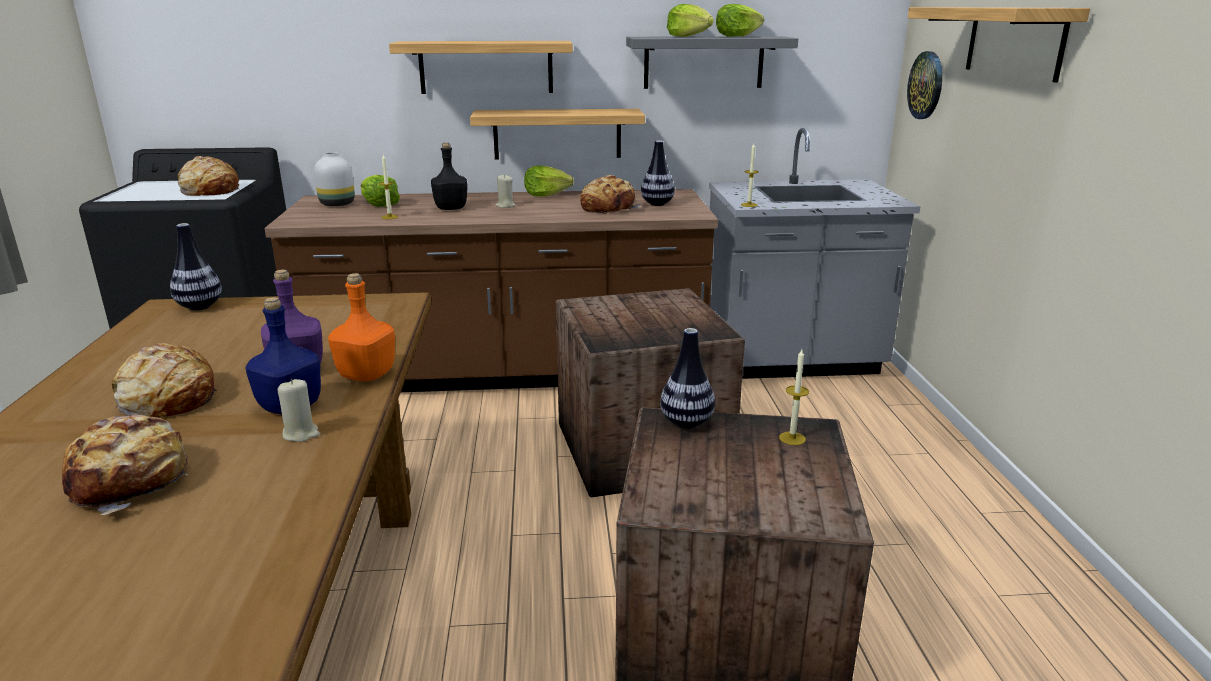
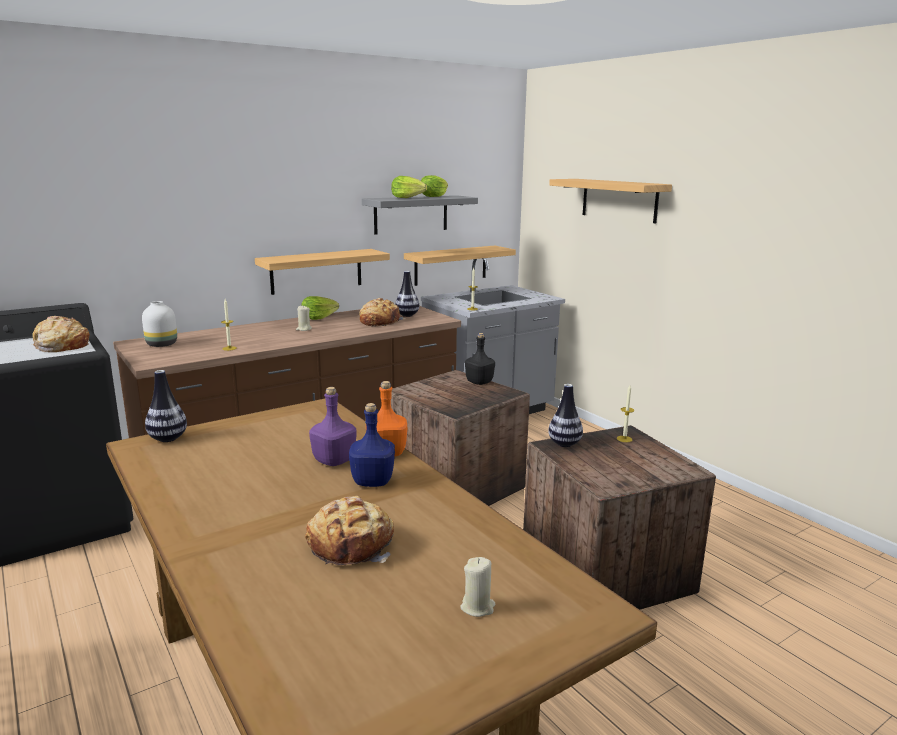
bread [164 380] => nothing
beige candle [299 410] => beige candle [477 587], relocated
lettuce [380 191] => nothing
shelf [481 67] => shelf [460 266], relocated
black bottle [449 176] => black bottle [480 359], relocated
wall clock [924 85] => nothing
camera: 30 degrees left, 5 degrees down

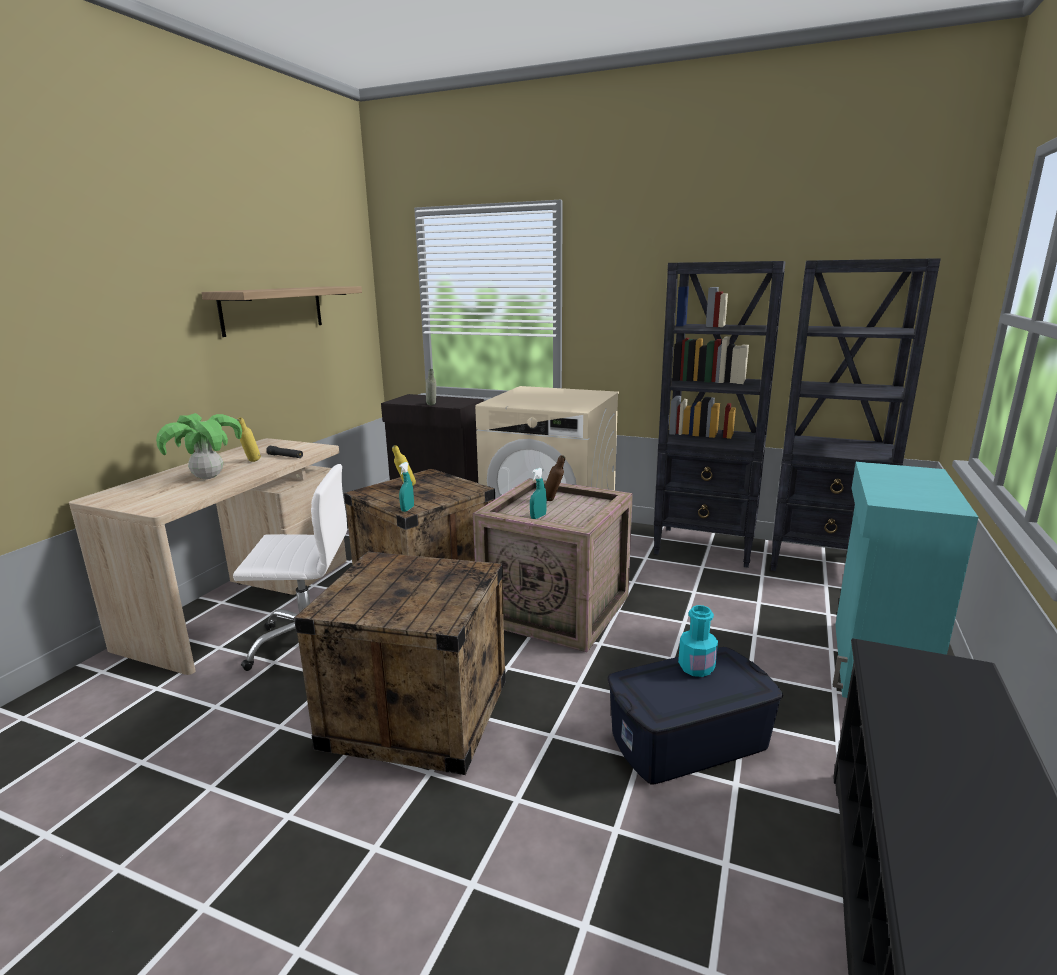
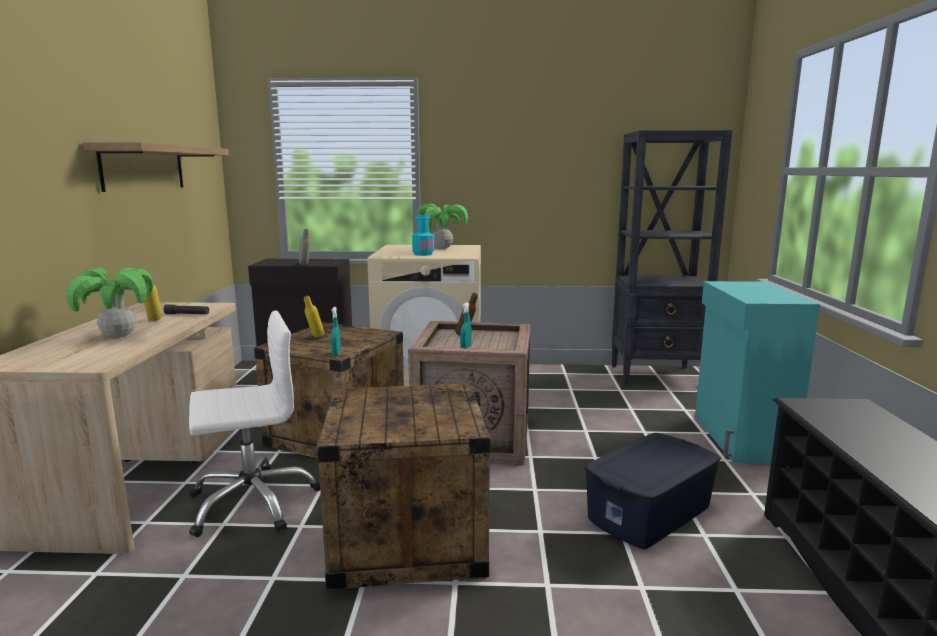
black bookcase [719 414] => nothing
turquoise bottle [698 641] => turquoise bottle [423 235], relocated
nothing => potted plant [442 226]
camera: 20 degrees left, 5 degrees down

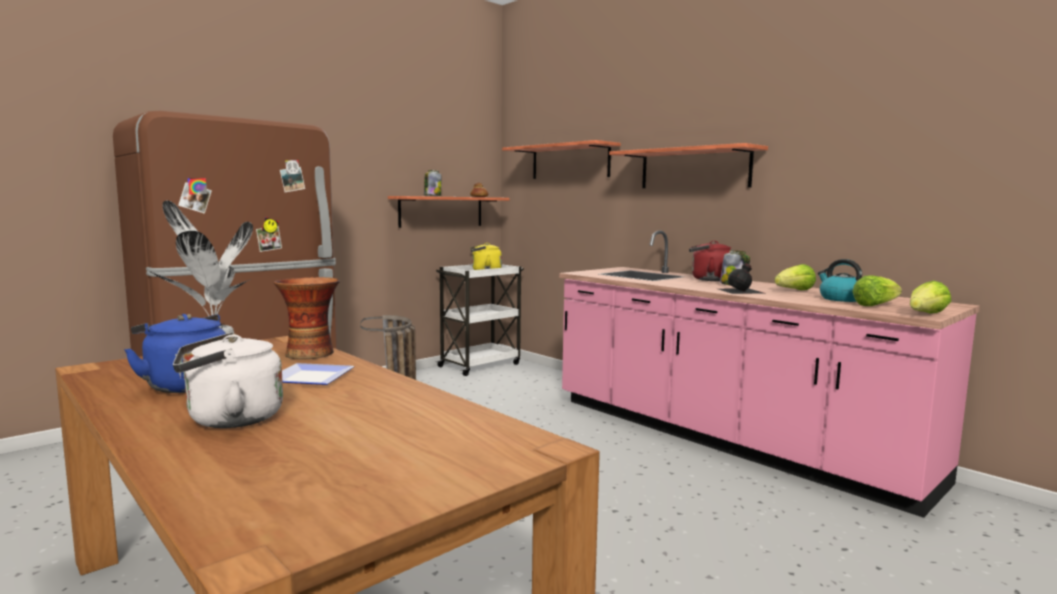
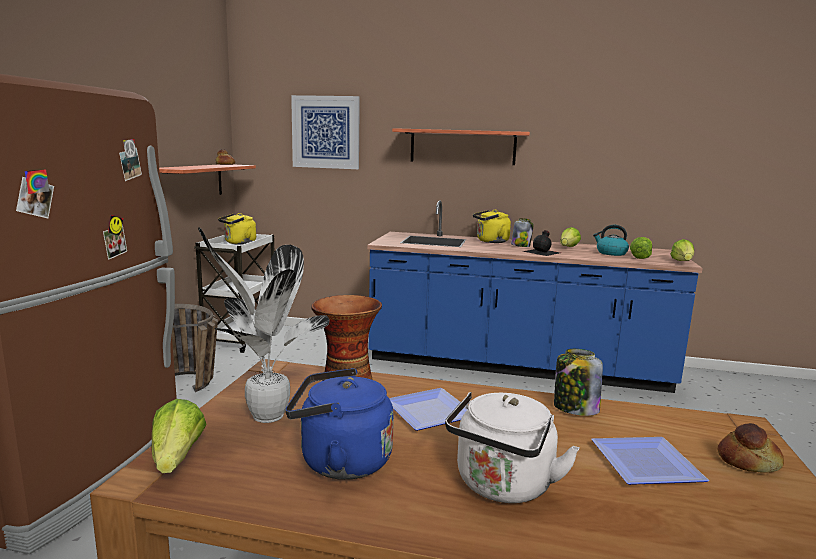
jar [433 183] => jar [578 382], relocated
shelf [561 159] => picture [325 132]
pink counter [769 374] => blue counter [535 296]
red kettle [710 261] => yellow kettle [492 226]
nothing => lettuce [179 436]
nothing => plate [650 461]
nothing => bread [750 448]
camera: 35 degrees left, 5 degrees up

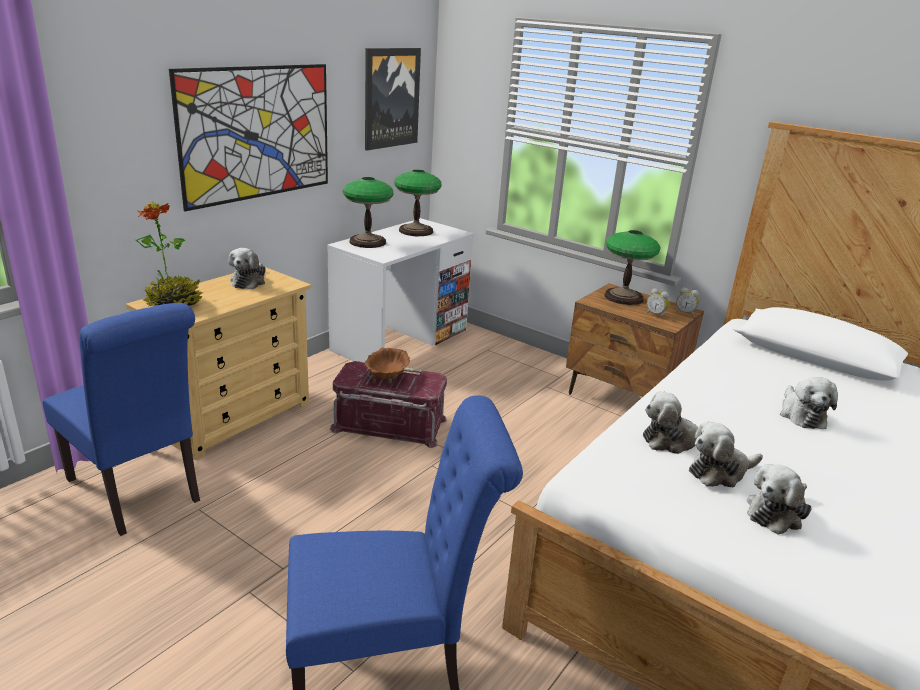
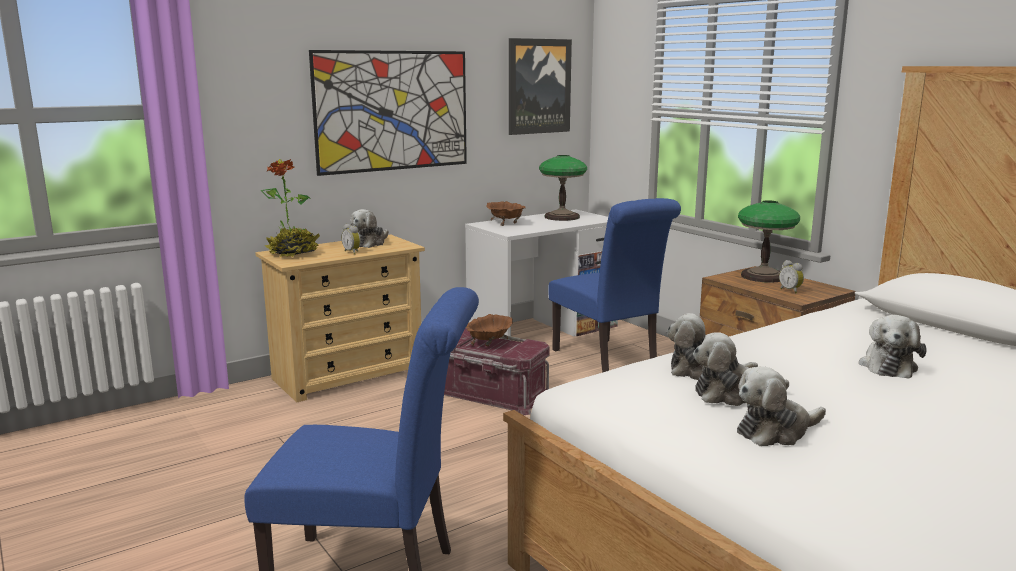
blue chair [121 419] => blue chair [614 285], relocated
table lamp [368 212] => brown bowl [506 213]
alarm clock [687 302] => alarm clock [351 239], relocated
camera: 20 degrees right, 10 degrees down

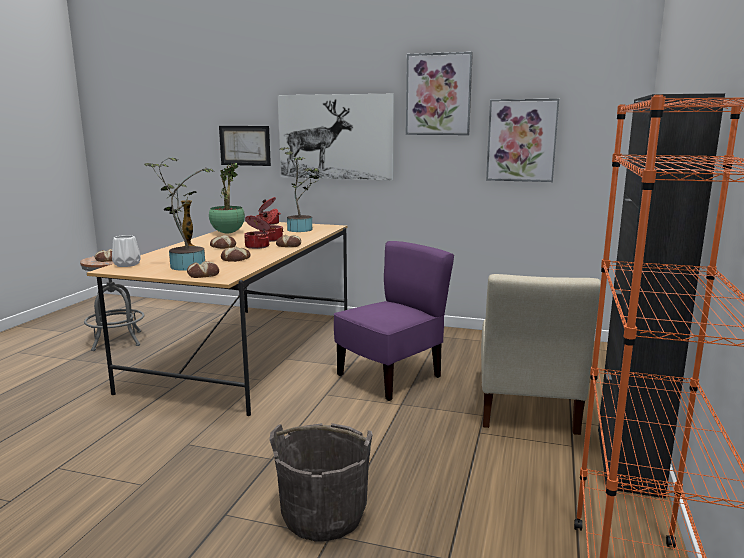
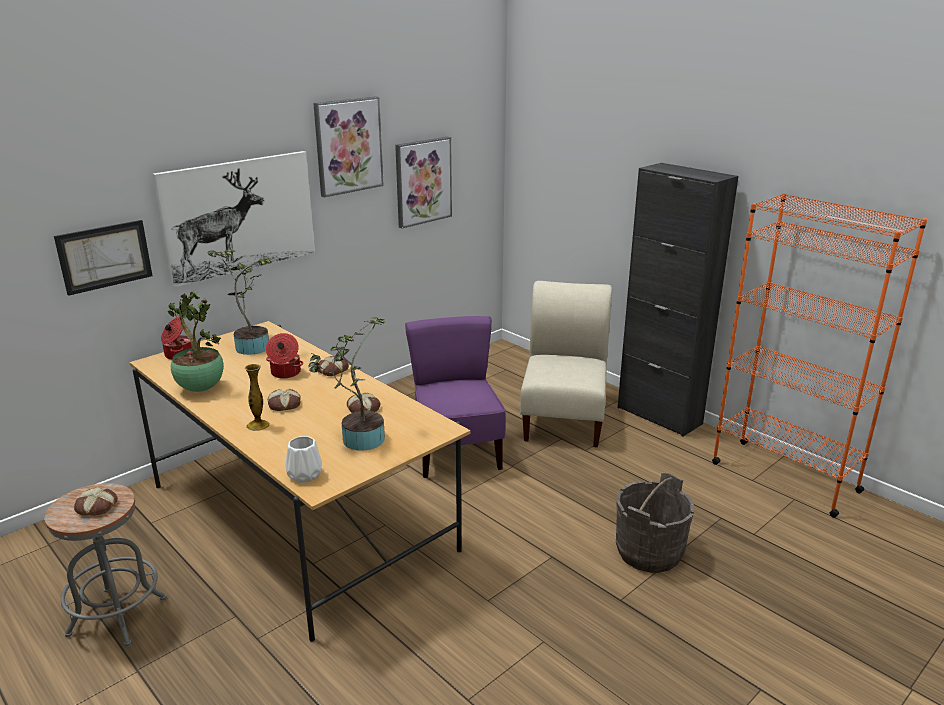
bread [203 269] => nothing
cooking pot [257 232] => nothing
beige chair [541 354] => beige chair [566 364], 120 degrees counterclockwise
camera: 60 degrees left, 10 degrees up

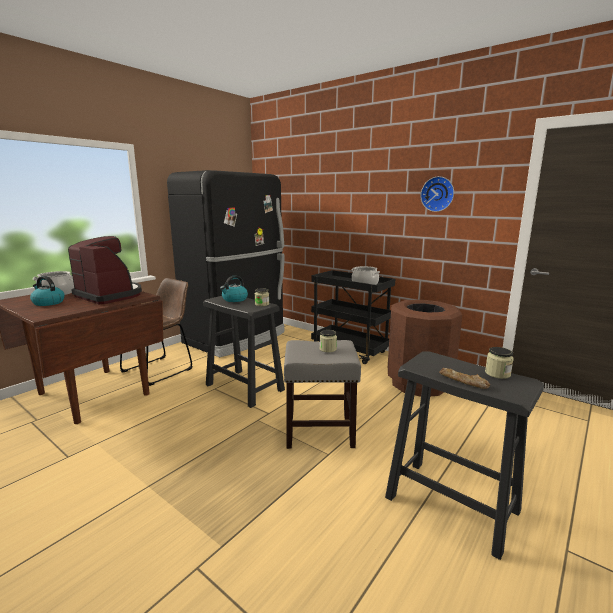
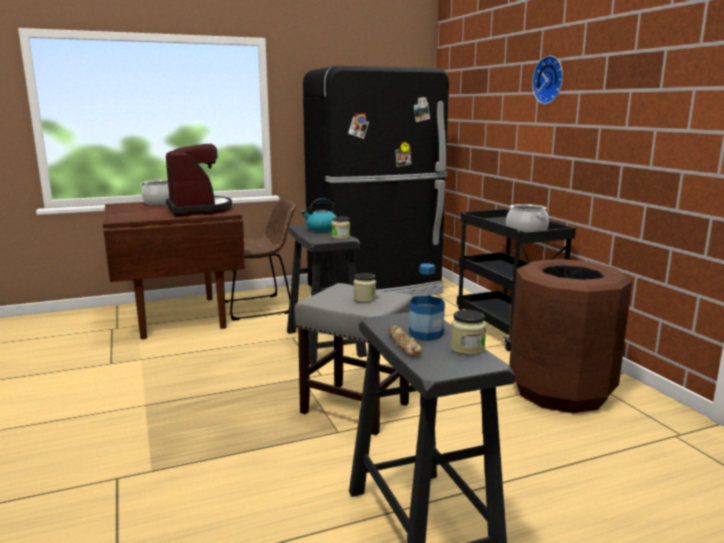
kettle [47 291] => nothing
wall clock [437 194] => wall clock [547 80], relocated
nothing => bottle [427 302]
camera: 30 degrees right, 0 degrees up

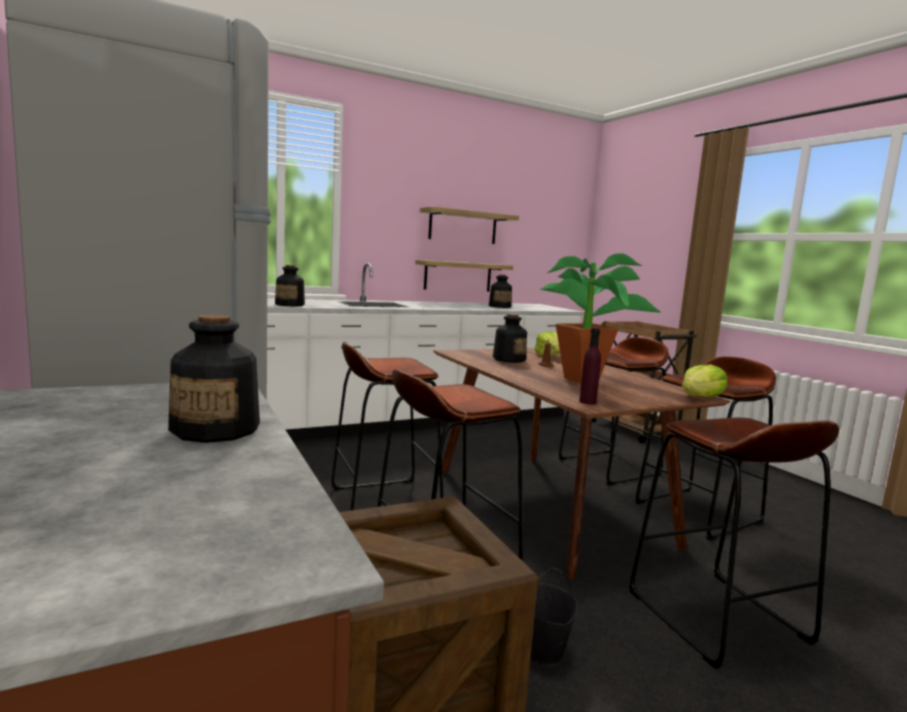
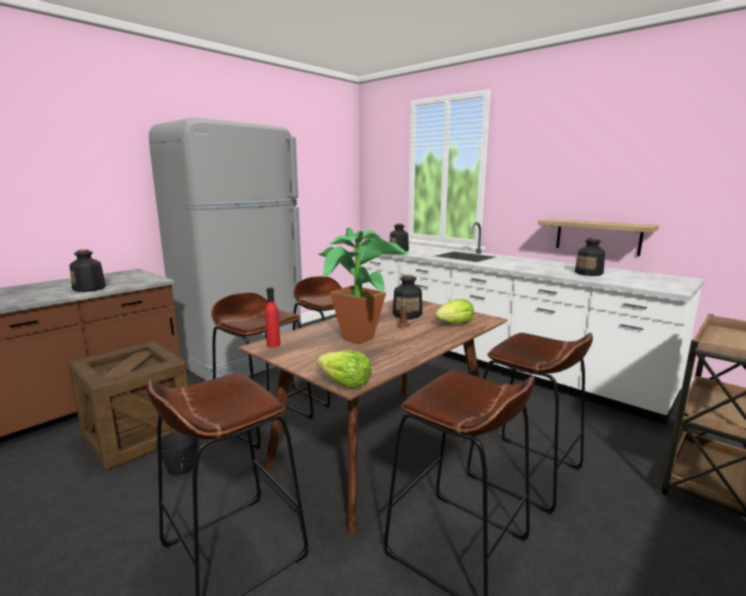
shelf [469 225] => nothing
purple bottle [590 366] => red bottle [272 317]
camera: 70 degrees right, 5 degrees up

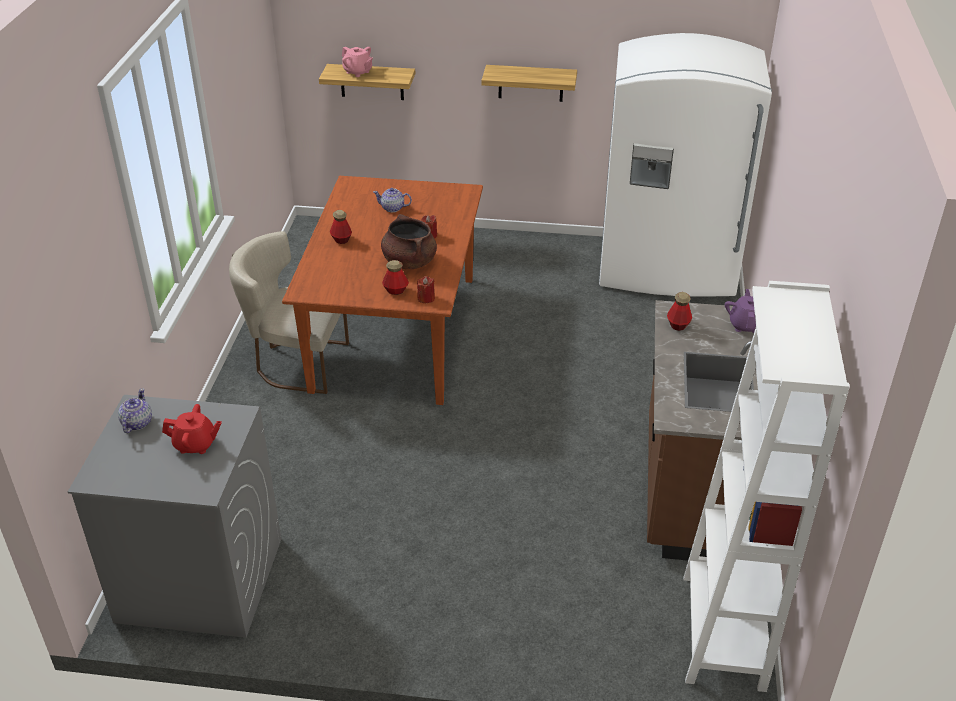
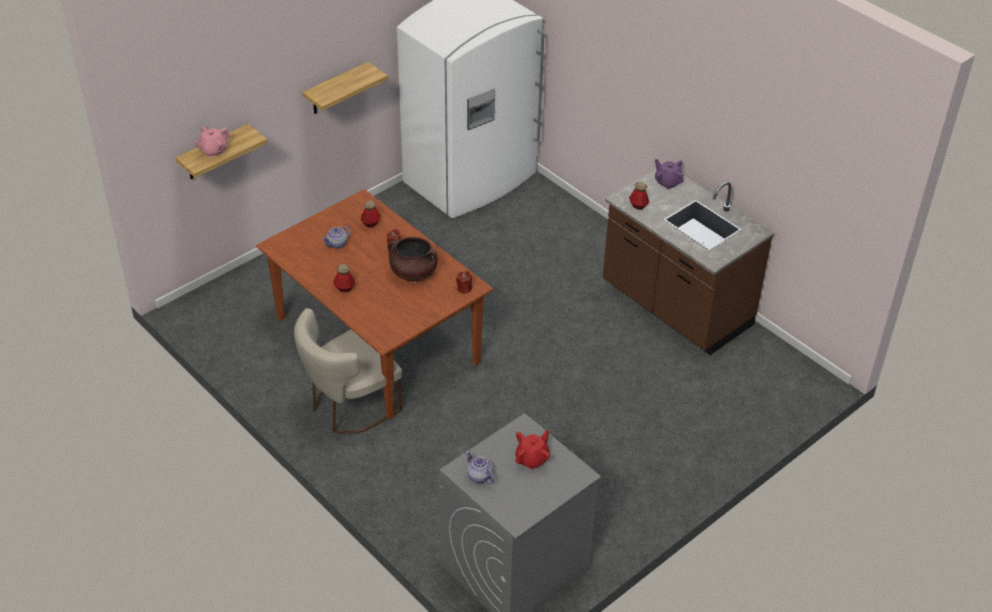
pink teapot [357 62] => pink teapot [211 142], 150 degrees clockwise
bottle [395 277] => bottle [370 214], relocated
white bookcase [766 486] => nothing
camera: 50 degrees left, 5 degrees up

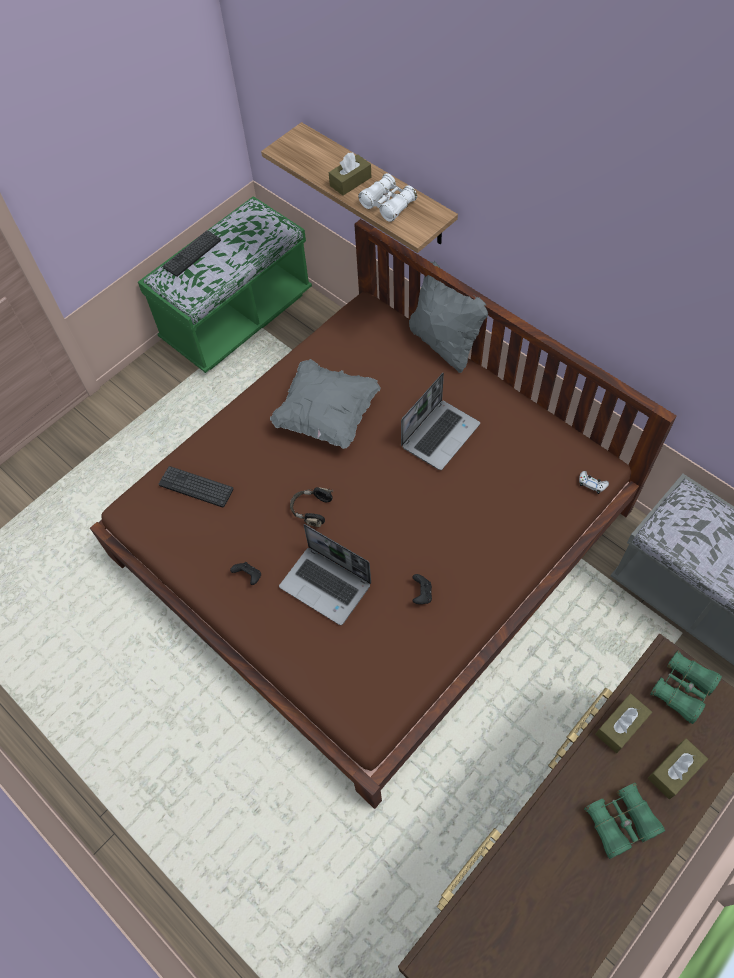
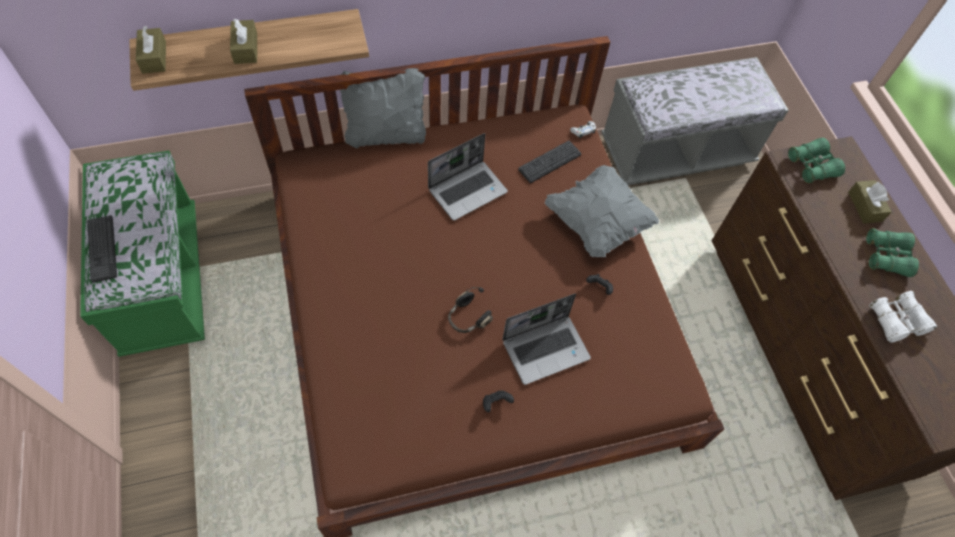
keyboard [196 487] => keyboard [549 162], relocated
grey pillow [325 404] => grey pillow [602 211], relocated
white binoculars [387 197] => white binoculars [903 317], relocated
laptop [440 421] => laptop [468 177], 75 degrees clockwise
brown tissue box [623 723] => brown tissue box [151 50], relocated
camera: 65 degrees left, 0 degrees up

